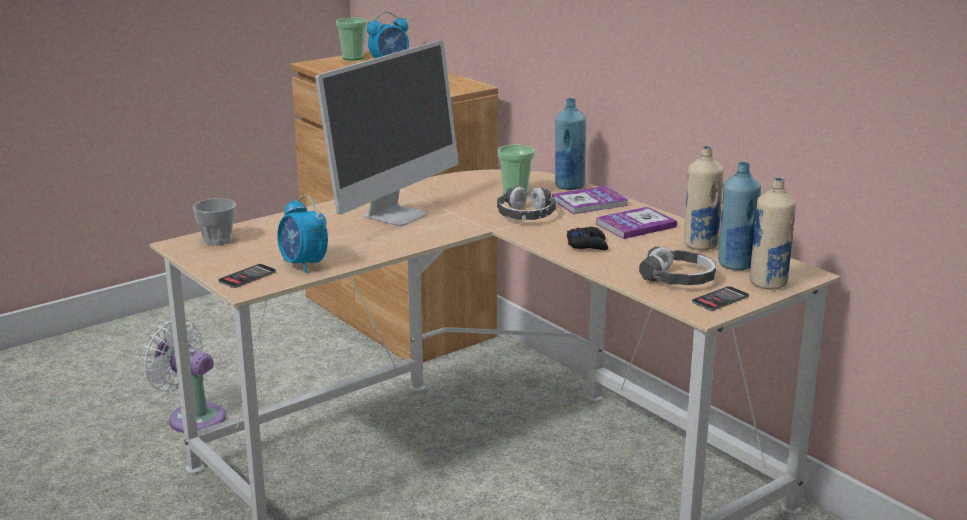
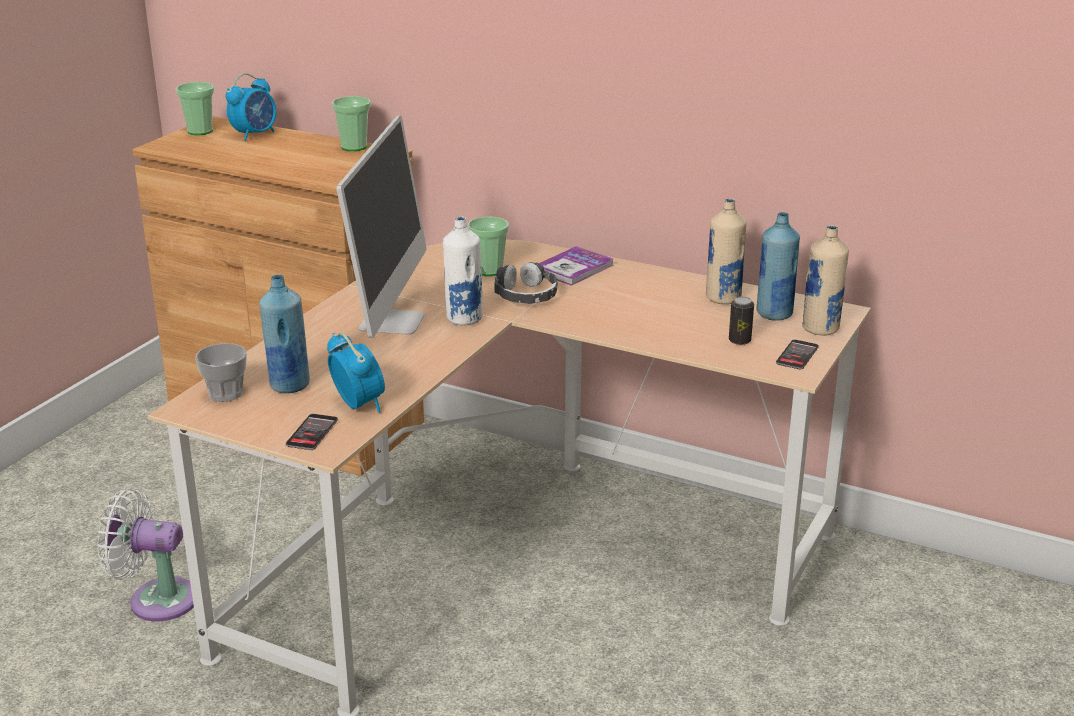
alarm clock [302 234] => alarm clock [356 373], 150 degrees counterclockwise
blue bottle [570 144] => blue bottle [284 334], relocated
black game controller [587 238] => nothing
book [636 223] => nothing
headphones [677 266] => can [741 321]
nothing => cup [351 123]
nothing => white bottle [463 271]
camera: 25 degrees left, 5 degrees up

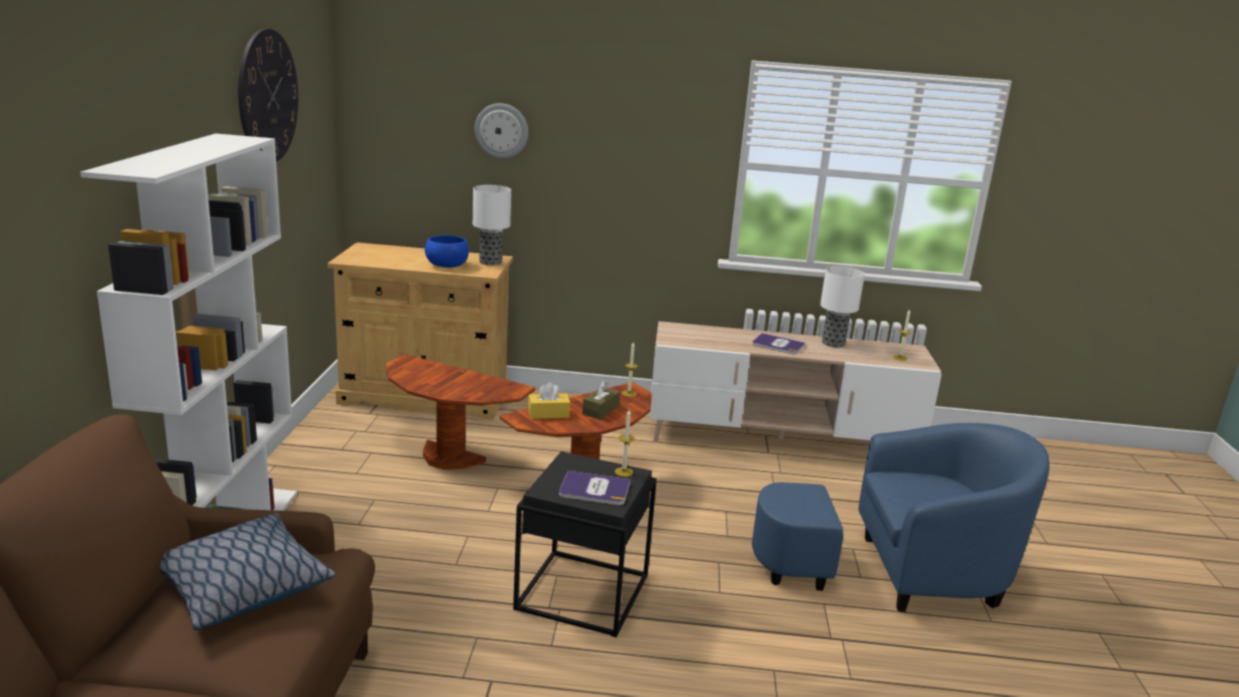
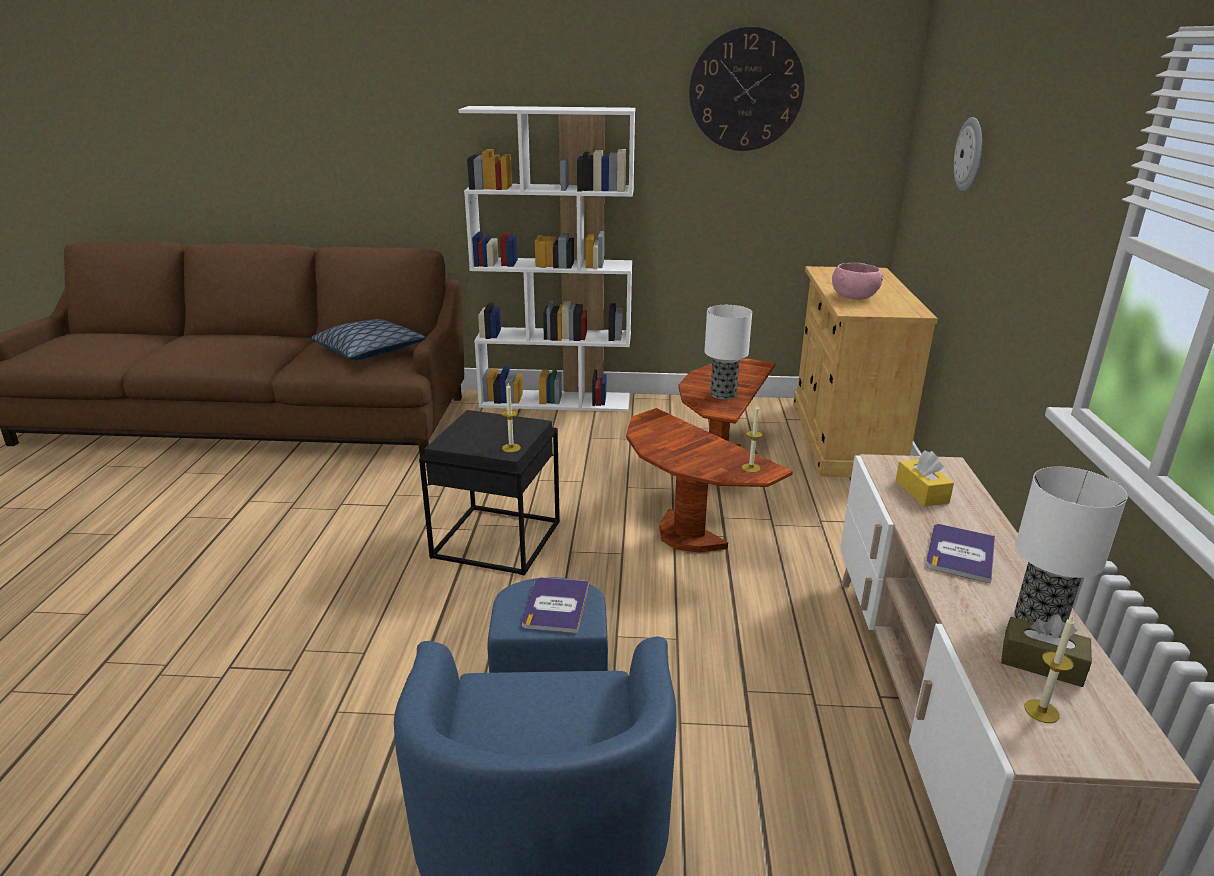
blue bowl [447 251] => pink bowl [857 281]
table lamp [492 225] => table lamp [728 352], relocated
yellow tissue box [549 400] => yellow tissue box [925 478], relocated
book [594 488] => book [555 605], relocated
brown tissue box [601 400] => brown tissue box [1046 650], relocated
camera: 90 degrees right, 5 degrees up

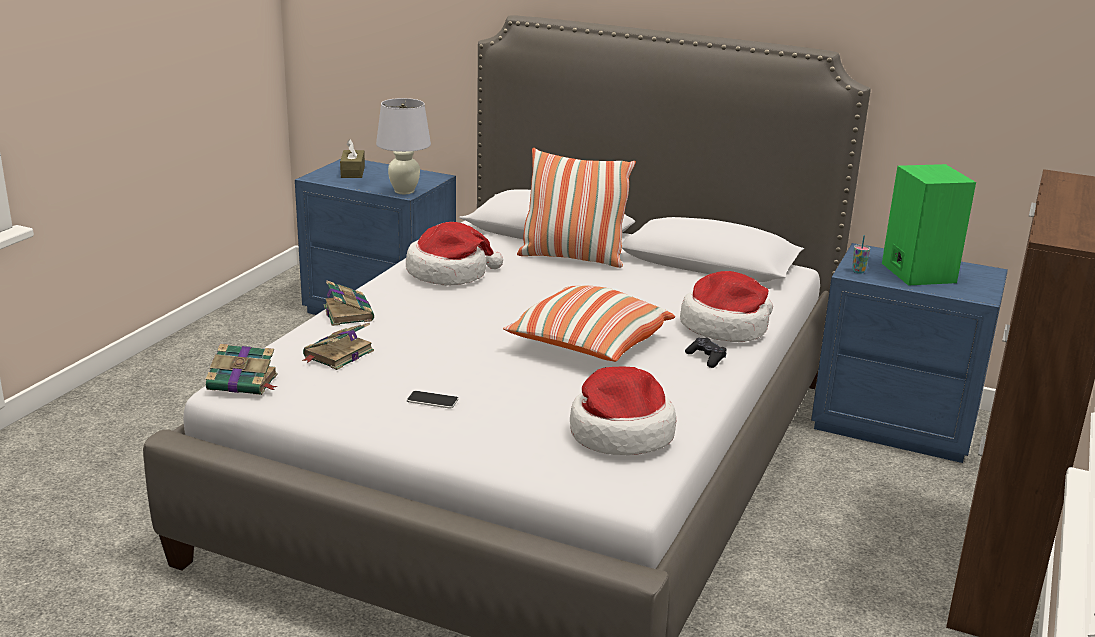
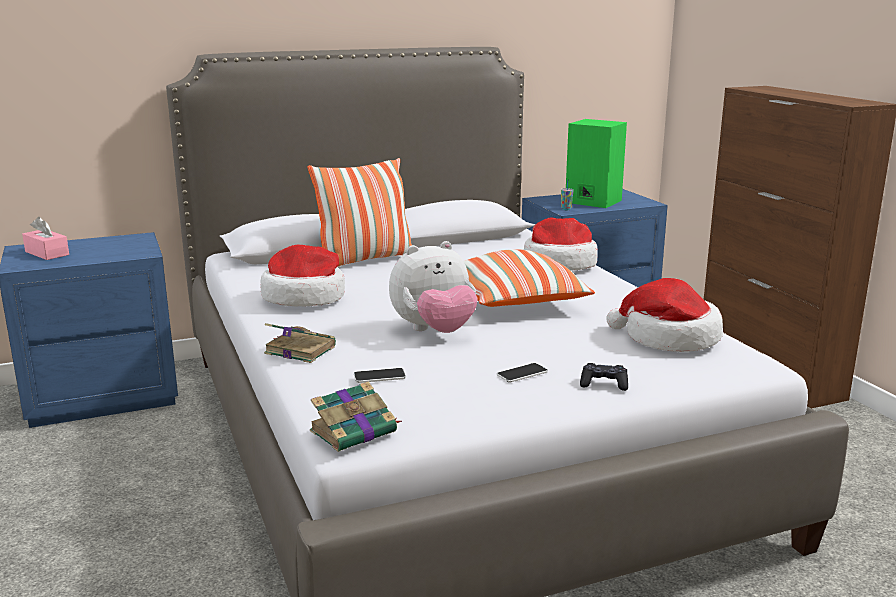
book [338 346] => phone [380 375]
brown tissue box [352 158] => pink tissue box [45 238]
white table lamp [403 146] => nothing
black game controller [706 353] => black game controller [604 377], relocated
nothing => plush toy [433 287]
camera: 45 degrees left, 5 degrees down

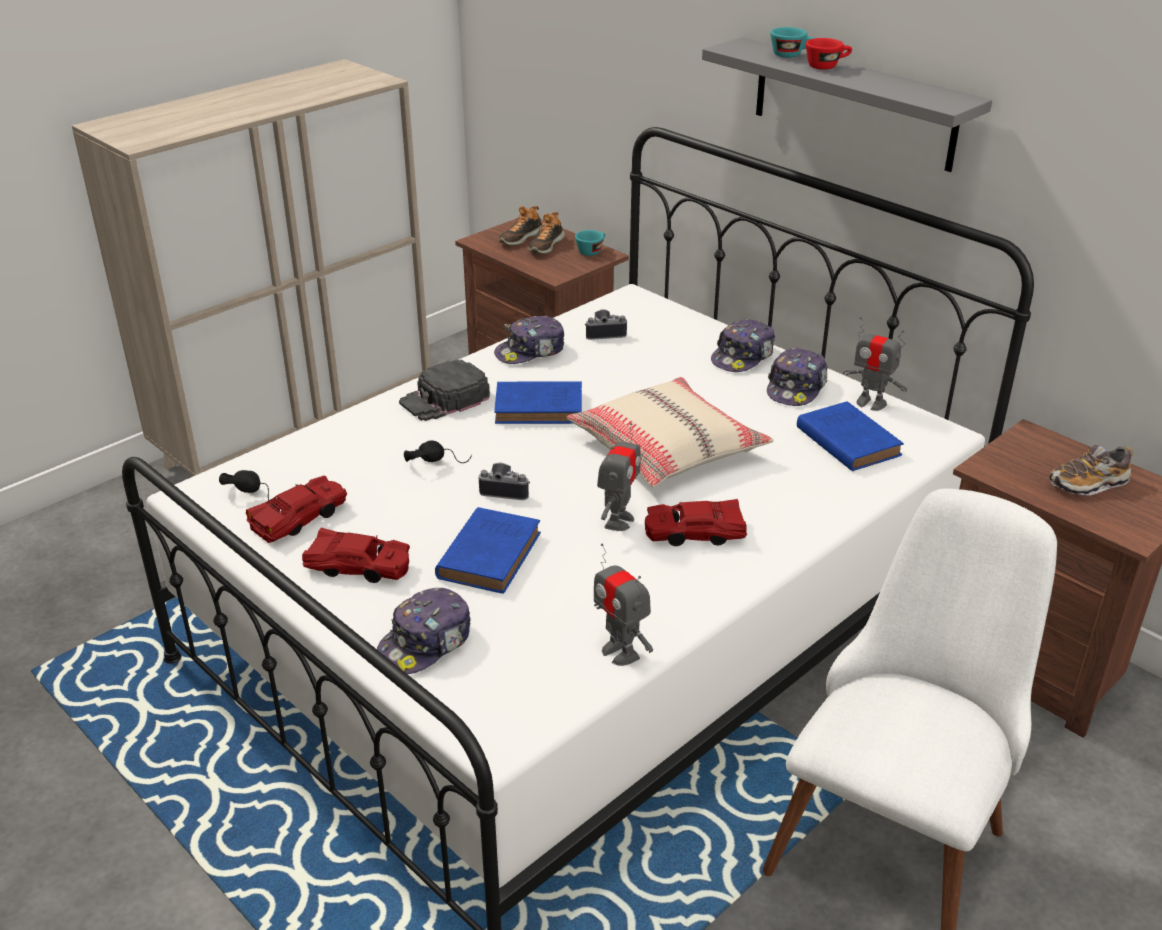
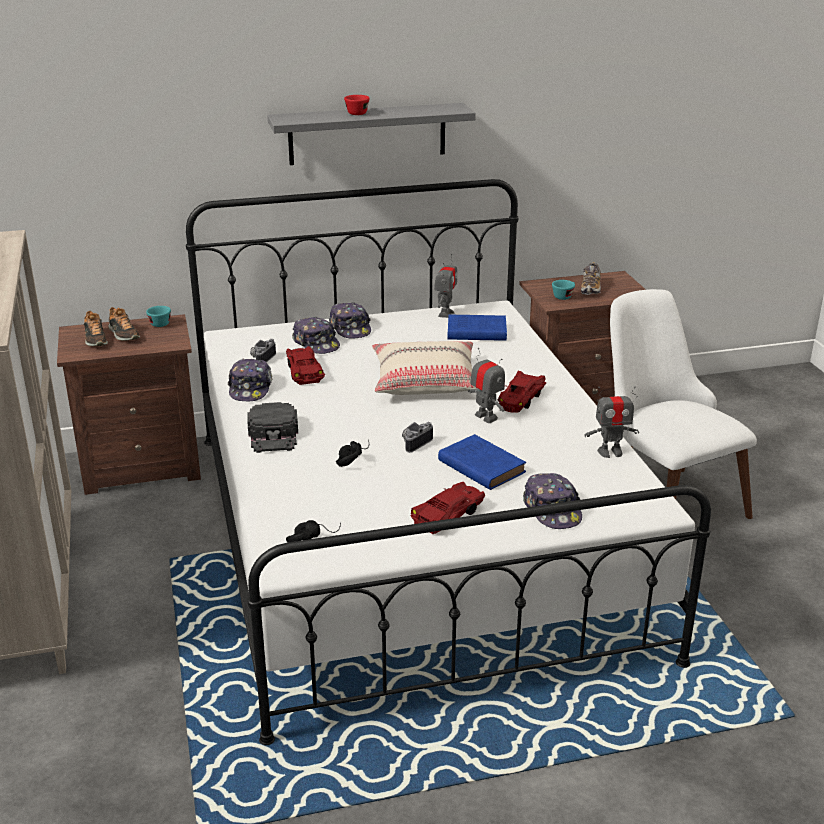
red toy car [296 509] => red toy car [305 365], relocated
blue book [538 402] => nothing
cap [797 376] => cap [316 335], relocated
turquoise cup [792 42] => turquoise cup [563 290], relocated
toy robot [875 364] => toy robot [445 286], 45 degrees counterclockwise
camera: 60 degrees left, 5 degrees down

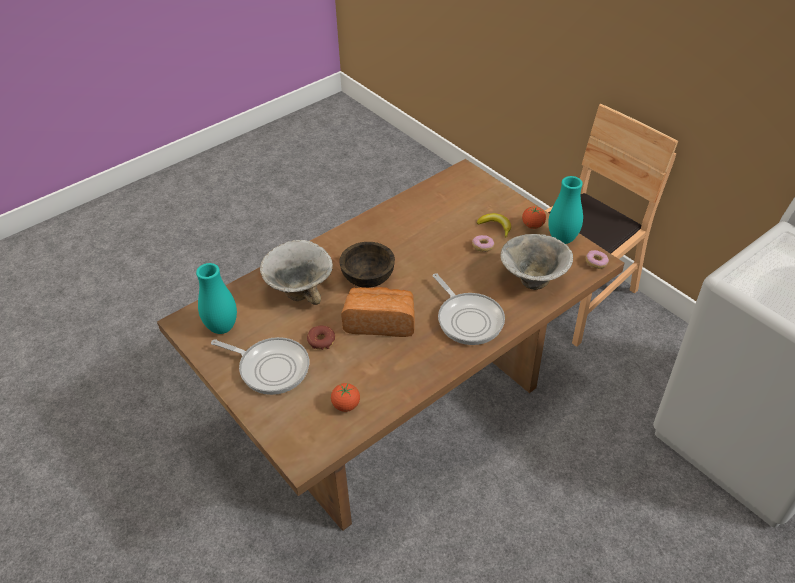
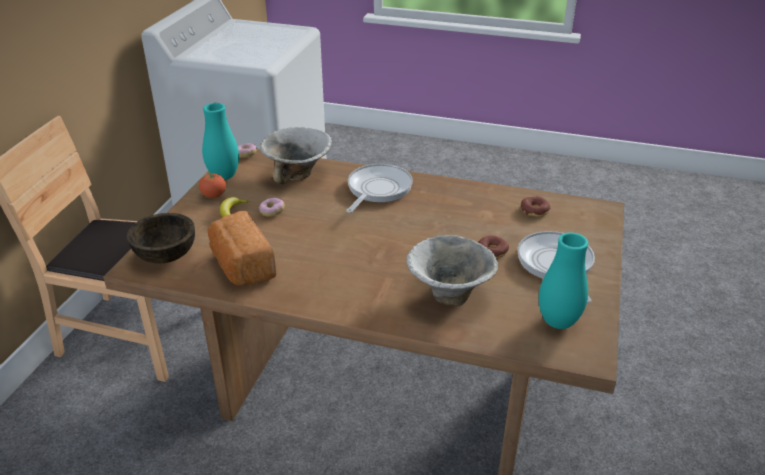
tomato [345 397] => donut [535 206]
brown bowl [367 265] => brown bowl [161 238], relocated
bread [378 312] => bread [241 248], relocated
camera: 125 degrees left, 10 degrees down

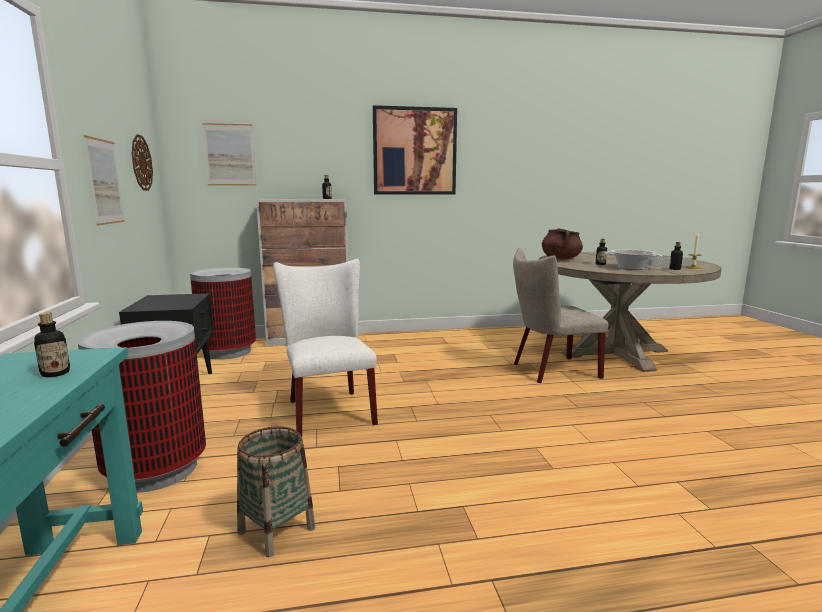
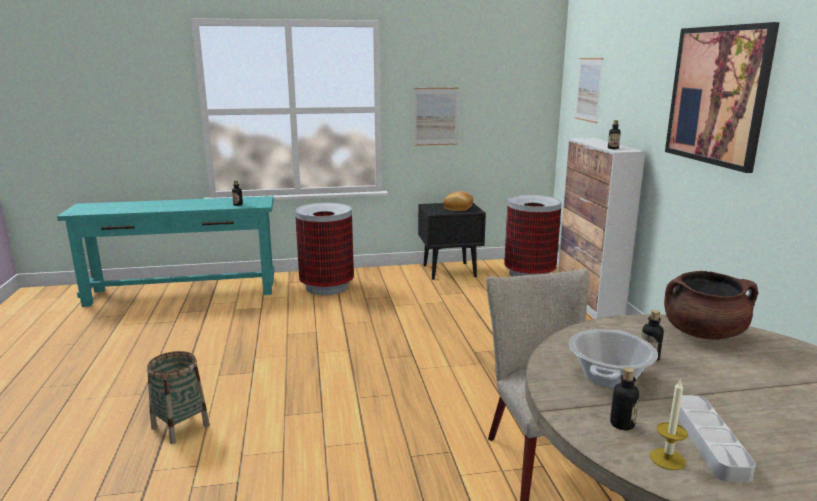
wall clock [142 162] => nothing
basket [276 491] => basket [178 397], relocated
white chair [325 348] => nothing
nothing => bread [458 201]
camera: 90 degrees right, 5 degrees up

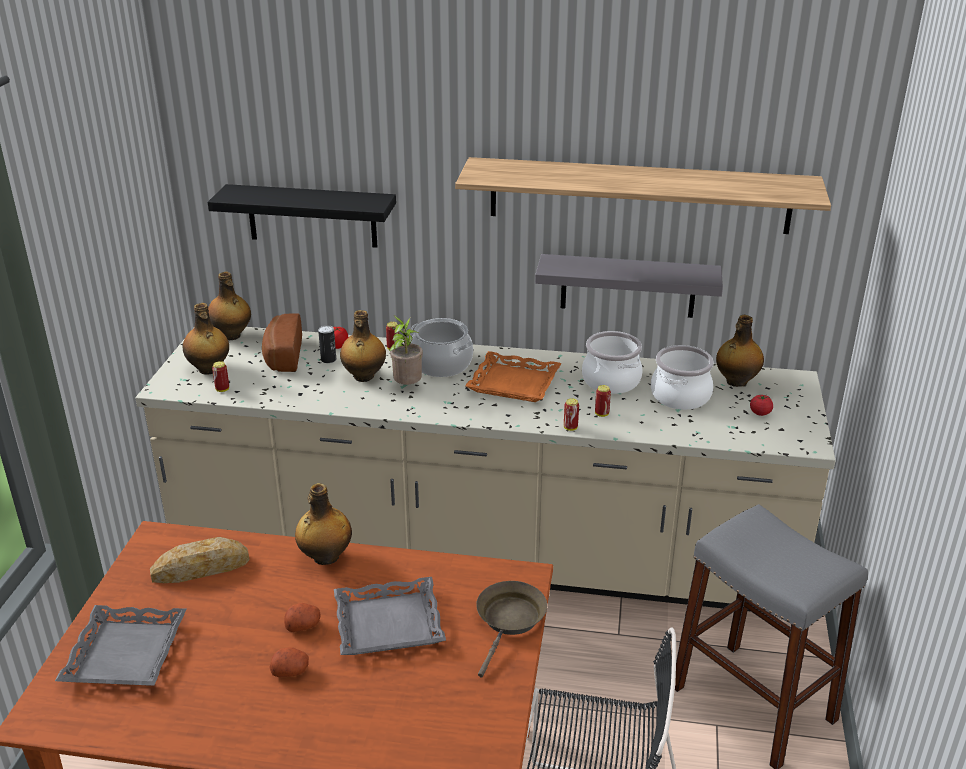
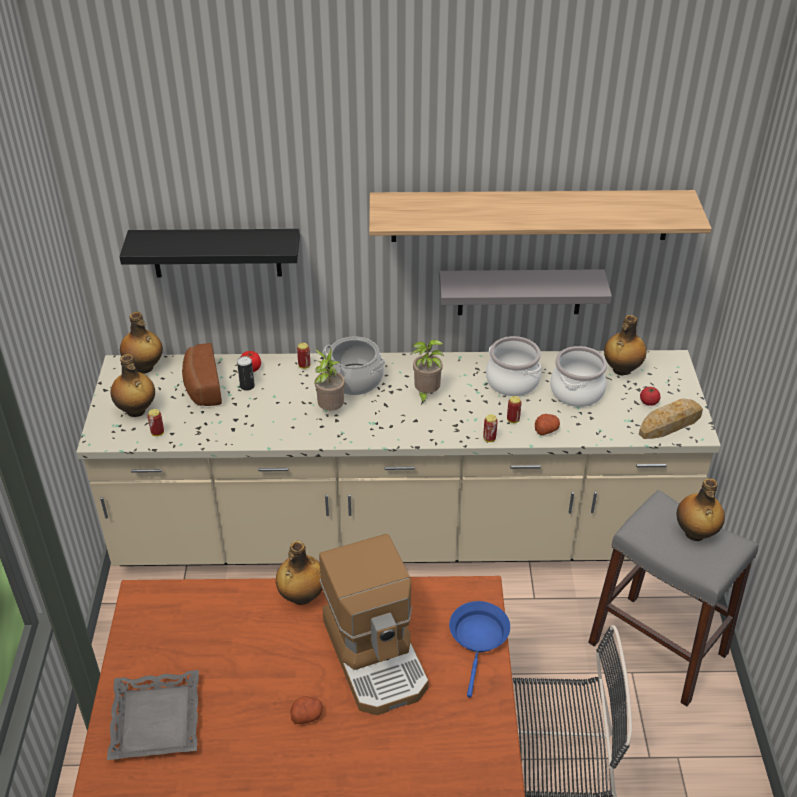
bread [199 560] => bread [671 418], relocated
potato [302 617] => potato [547 424], relocated
grey tray [390 616] => coffee machine [374 624]
bottle [363 346] => bottle [701 509], relocated
orange tray [513 376] => potted plant [428 372]
brown frying pan [511 629] => blue frying pan [479 649]
camera: 10 degrees left, 10 degrees up

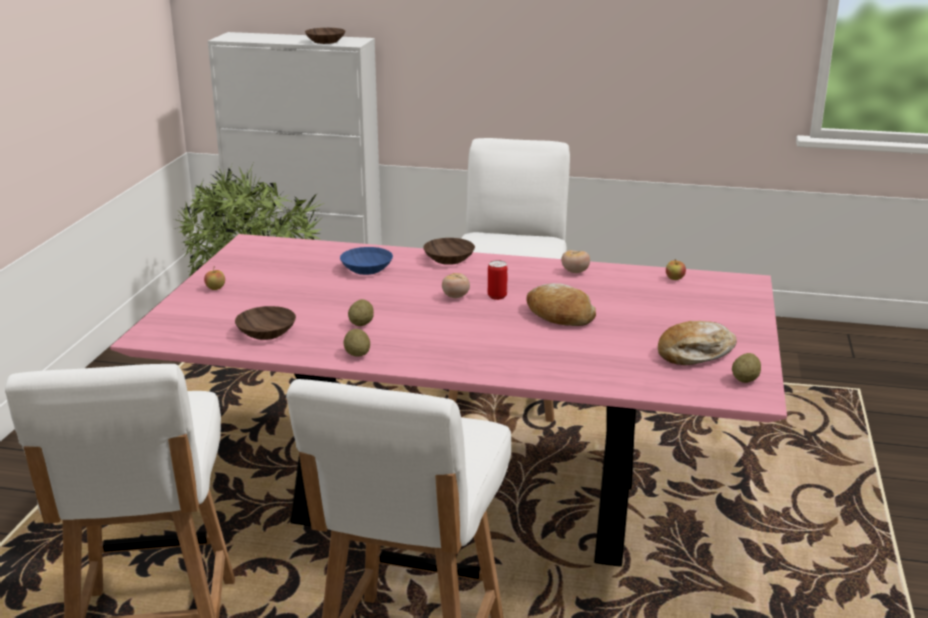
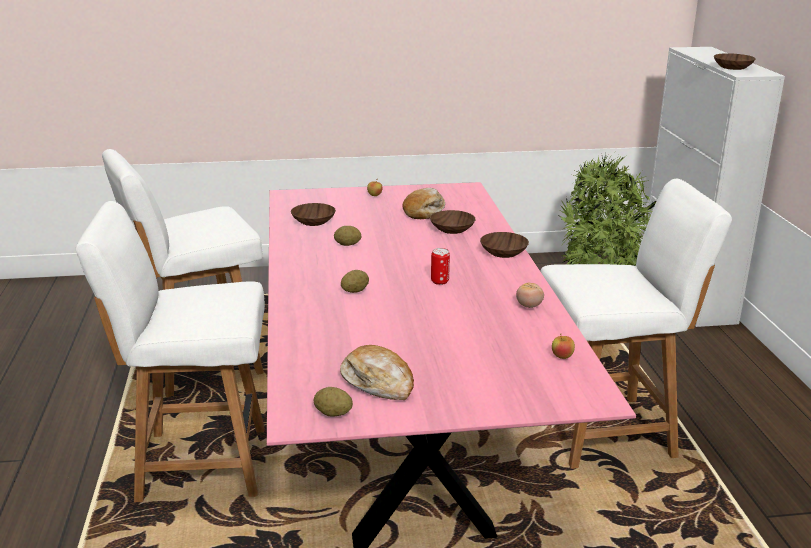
blue bowl [366 261] => brown bowl [453 222]
potato [356 343] => potato [355 281], relocated
tomato [456 285] => nothing
bread [561 304] => bread [423 203], relocated
camera: 70 degrees right, 0 degrees up

